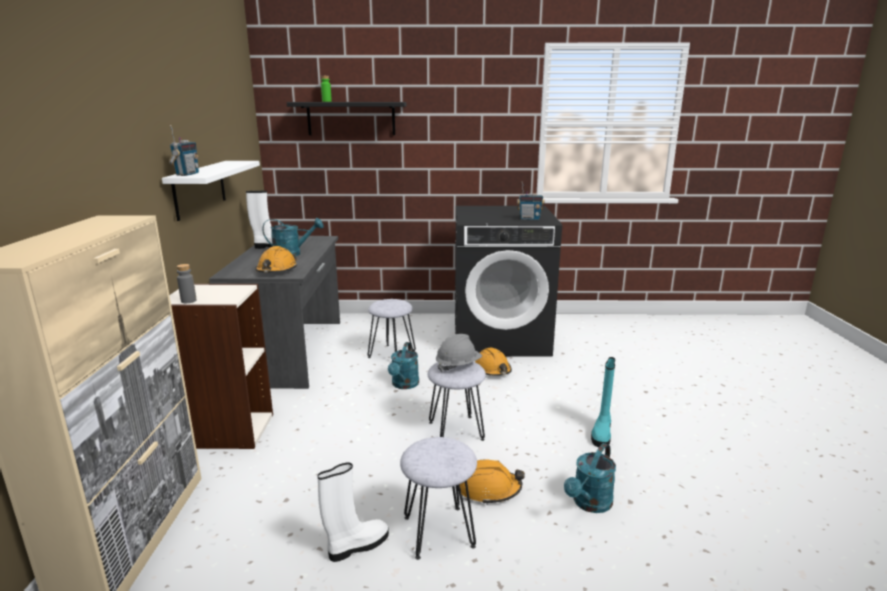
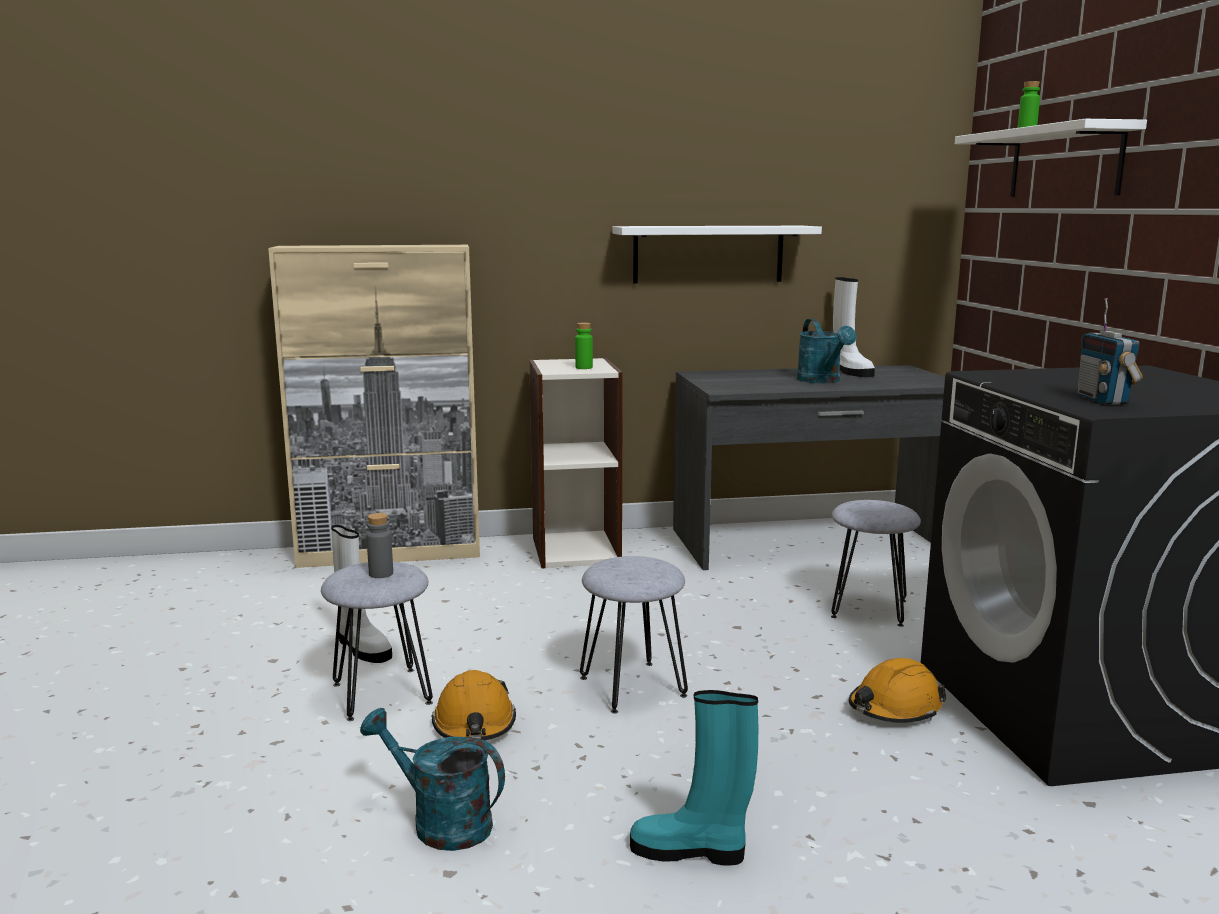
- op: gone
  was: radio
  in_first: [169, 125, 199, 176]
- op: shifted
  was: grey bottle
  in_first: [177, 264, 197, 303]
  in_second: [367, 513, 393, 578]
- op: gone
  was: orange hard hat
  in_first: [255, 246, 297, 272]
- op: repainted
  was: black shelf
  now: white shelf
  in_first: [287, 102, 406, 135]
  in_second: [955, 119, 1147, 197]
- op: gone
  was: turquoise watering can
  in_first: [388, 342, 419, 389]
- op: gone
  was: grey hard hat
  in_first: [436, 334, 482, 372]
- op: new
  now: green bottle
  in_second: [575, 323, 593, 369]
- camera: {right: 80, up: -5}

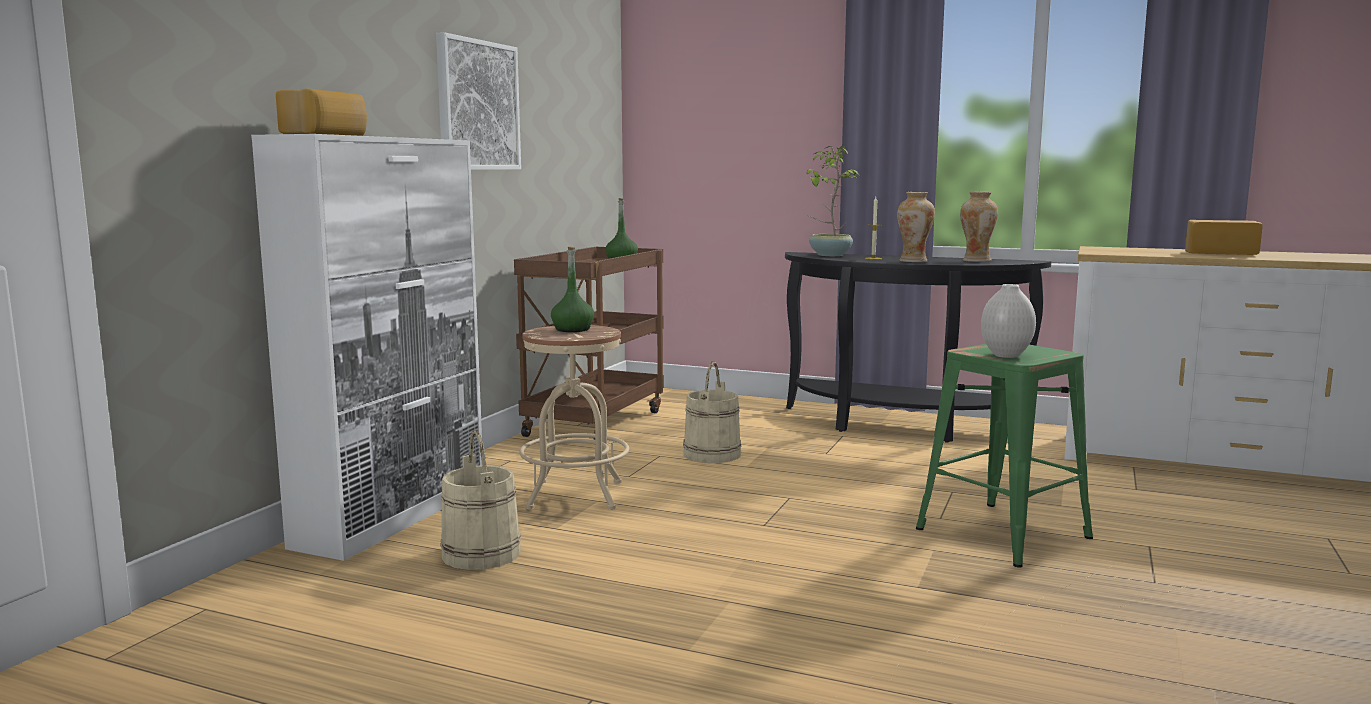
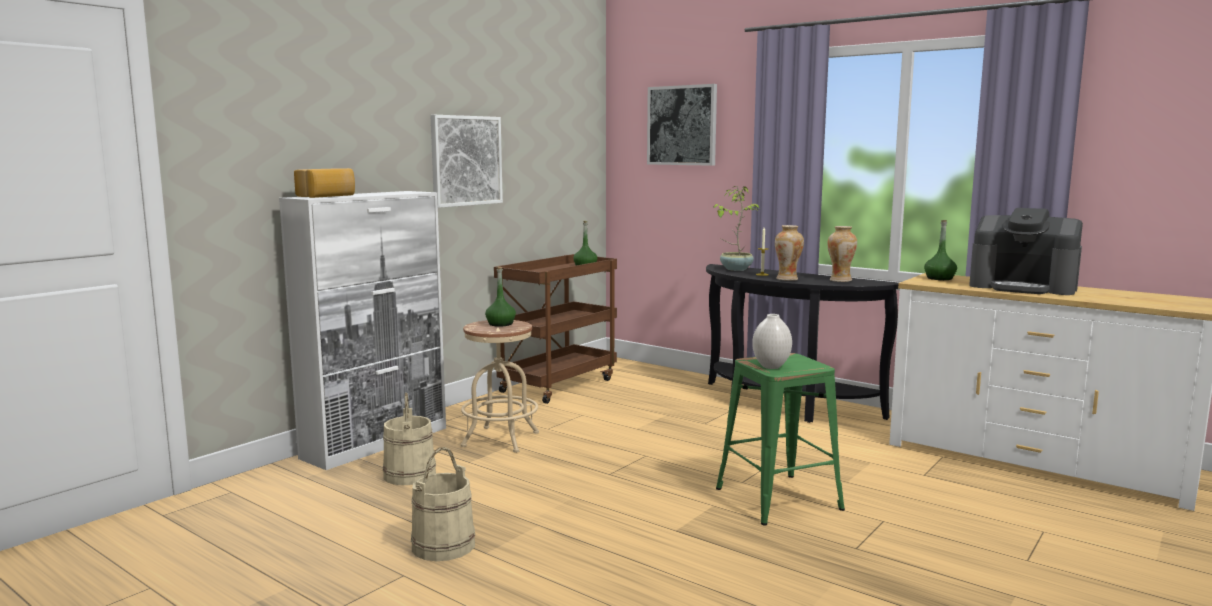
- op: shifted
  was: beige bucket
  in_first: [683, 361, 741, 463]
  in_second: [411, 447, 475, 561]
- op: swapped
  was: bread
  now: coffee machine
  in_first: [1185, 220, 1263, 255]
  in_second: [969, 208, 1083, 295]
- op: new
  now: picture
  in_second: [647, 84, 717, 166]
- op: new
  now: green bottle
  in_second: [924, 220, 957, 280]
- camera: {right: 15, up: 0}

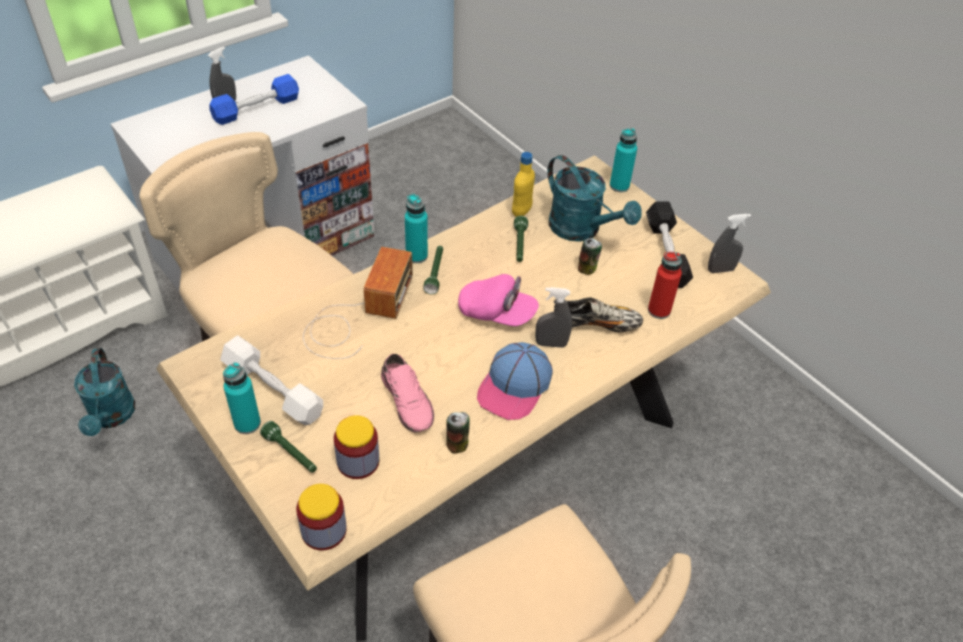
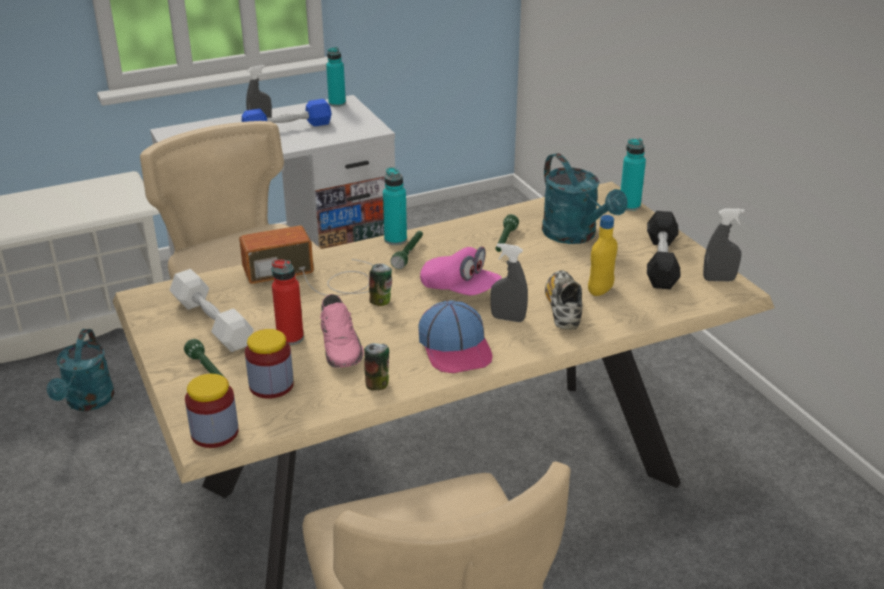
- op: shifted
  was: turquoise bottle
  in_first: [223, 362, 261, 434]
  in_second: [326, 47, 346, 107]
- op: rotated
  was: radio
  in_first: [303, 247, 413, 359]
  in_second: [239, 225, 373, 296]
  clockwise: -135
- op: rotated
  was: cap
  in_first: [477, 342, 553, 420]
  in_second: [419, 300, 493, 373]
  clockwise: -60
- op: shifted
  was: yellow bottle
  in_first: [512, 152, 535, 217]
  in_second: [588, 215, 618, 296]
- op: rotated
  was: shoe
  in_first: [567, 297, 643, 332]
  in_second: [545, 270, 583, 330]
  clockwise: -105
- op: shifted
  was: can
  in_first: [578, 238, 602, 275]
  in_second: [369, 264, 392, 306]
- op: shifted
  was: red bottle
  in_first: [648, 252, 682, 319]
  in_second: [272, 259, 304, 345]
- camera: {right: 15, up: -15}

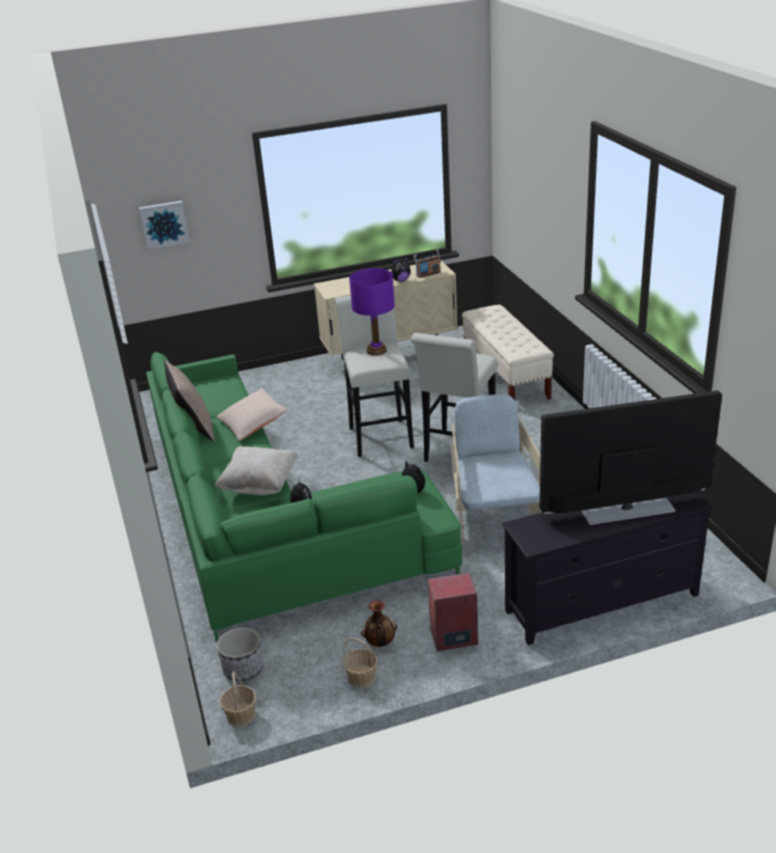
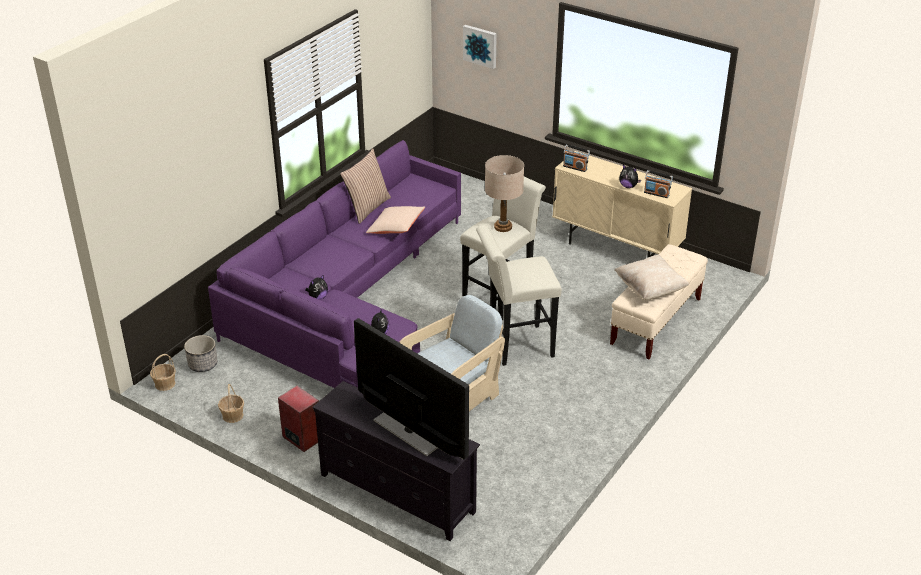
- op: repainted
  was: green sofa
  now: purple sofa
  in_first: [146, 352, 462, 642]
  in_second: [208, 140, 461, 388]
- op: shifted
  was: beige pillow
  in_first: [214, 446, 298, 495]
  in_second: [615, 255, 689, 300]
- op: repainted
  was: purple table lamp
  now: beige table lamp
  in_first: [349, 268, 395, 356]
  in_second: [485, 155, 524, 232]
- op: gone
  was: vase
  in_first: [361, 600, 397, 647]
- op: new
  now: radio
  in_second: [563, 145, 590, 172]
- camera: {right: 50, up: 5}

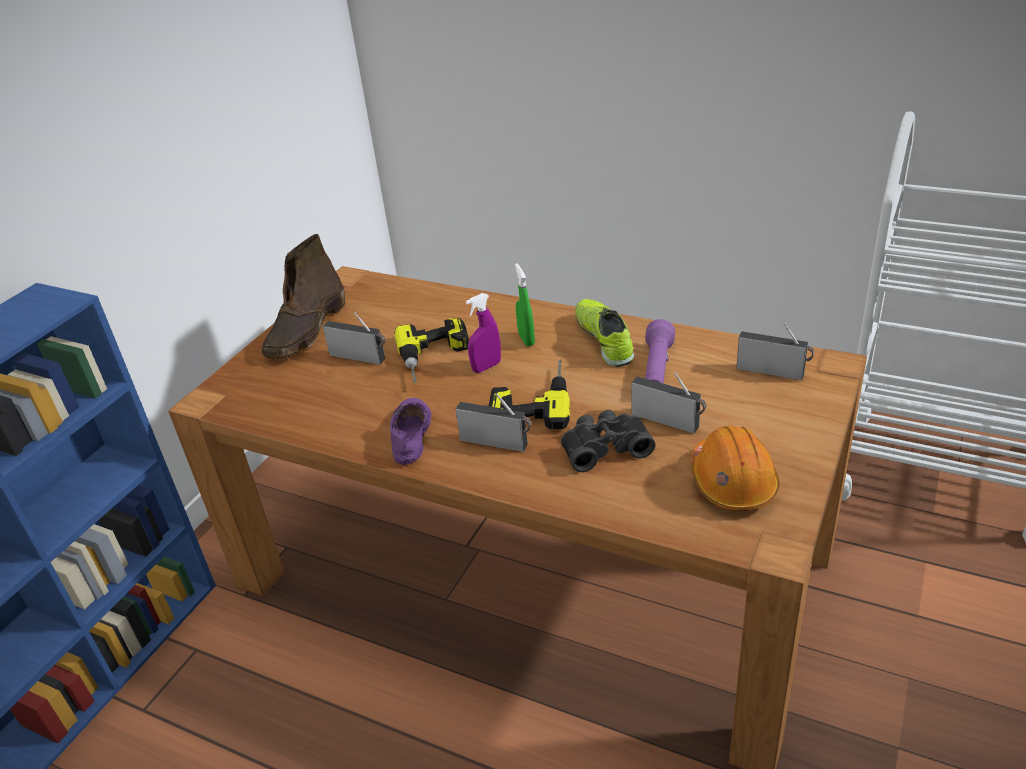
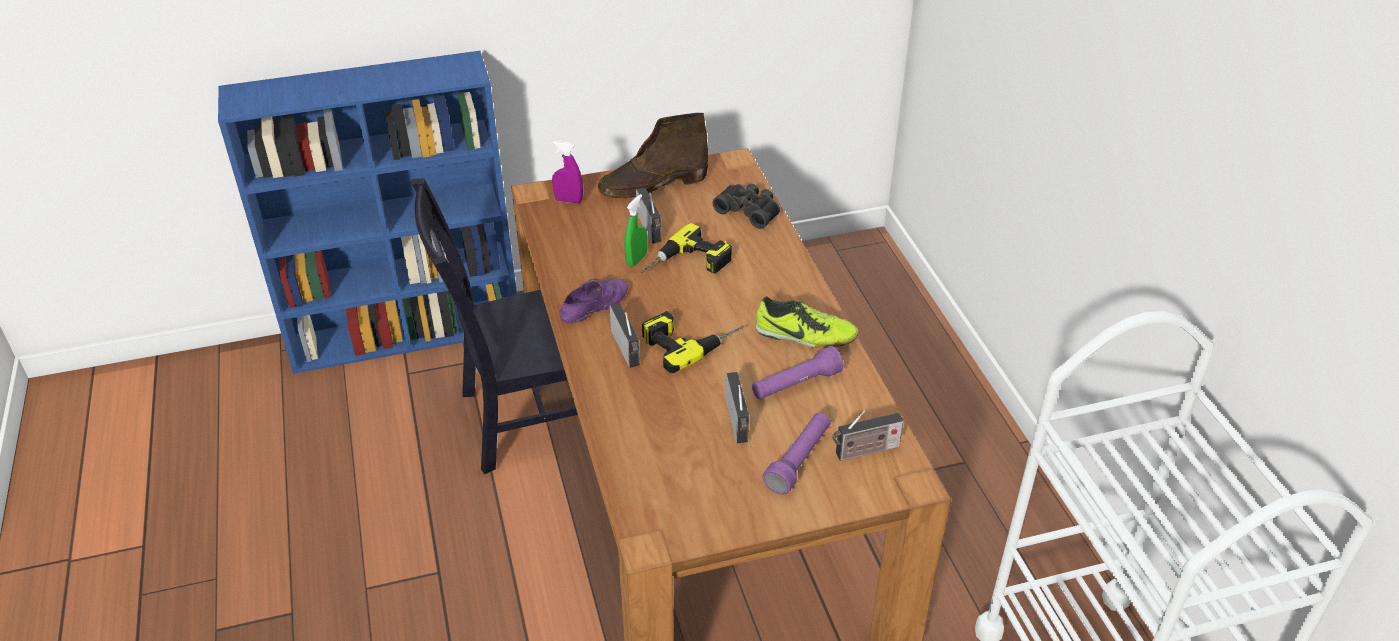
- op: shifted
  was: purple spray bottle
  in_first: [466, 293, 501, 373]
  in_second: [552, 141, 583, 203]
- op: shifted
  was: green spray bottle
  in_first: [515, 263, 535, 346]
  in_second: [624, 194, 647, 267]
- op: shifted
  was: black binoculars
  in_first: [561, 410, 656, 472]
  in_second: [712, 184, 780, 229]
- op: rotated
  was: shoe
  in_first: [575, 299, 634, 367]
  in_second: [755, 296, 858, 349]
  clockwise: 75
- op: gone
  was: orange hard hat
  in_first: [692, 425, 780, 511]
- op: rotated
  was: radio
  in_first: [736, 323, 814, 380]
  in_second: [832, 410, 903, 461]
  clockwise: 90
- op: new
  now: black chair
  in_second: [411, 178, 578, 474]
- op: new
  now: purple flashlight
  in_second: [763, 412, 831, 495]
- camera: {right: 45, up: 5}

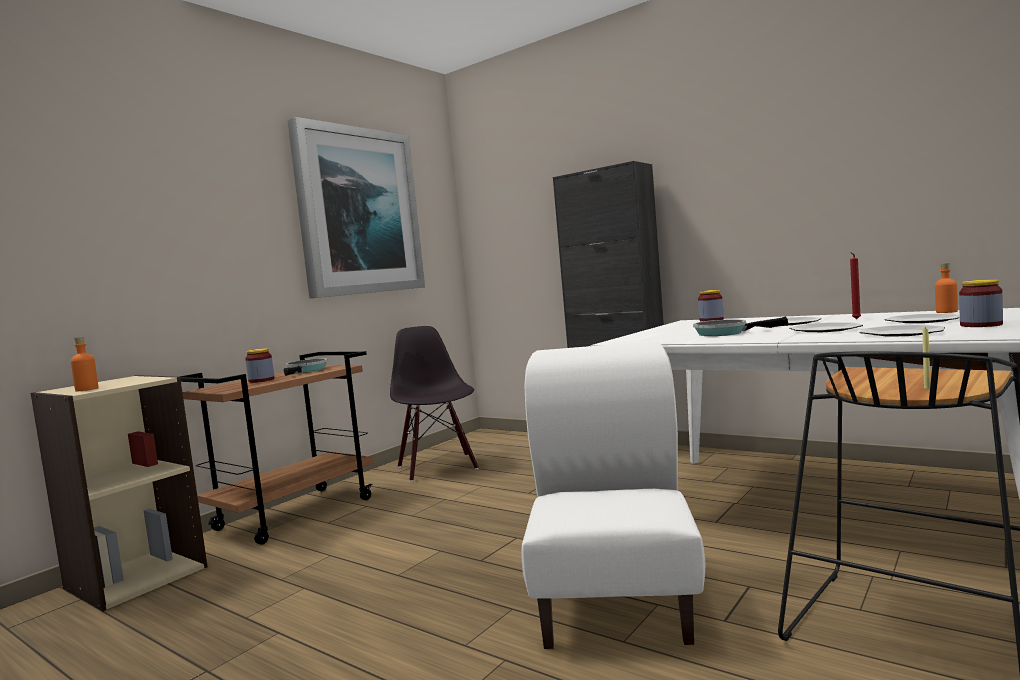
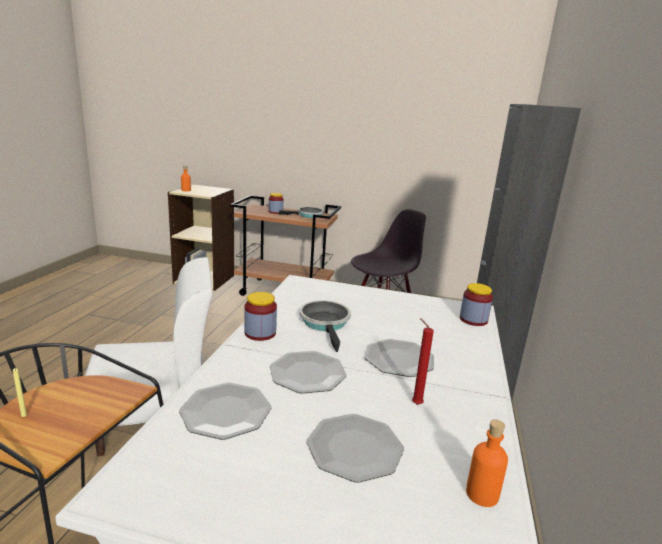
- op: gone
  was: picture
  in_first: [287, 117, 425, 298]
- op: shifted
  was: jar
  in_first: [959, 279, 1003, 327]
  in_second: [244, 292, 277, 341]
- camera: {right: 65, up: 15}

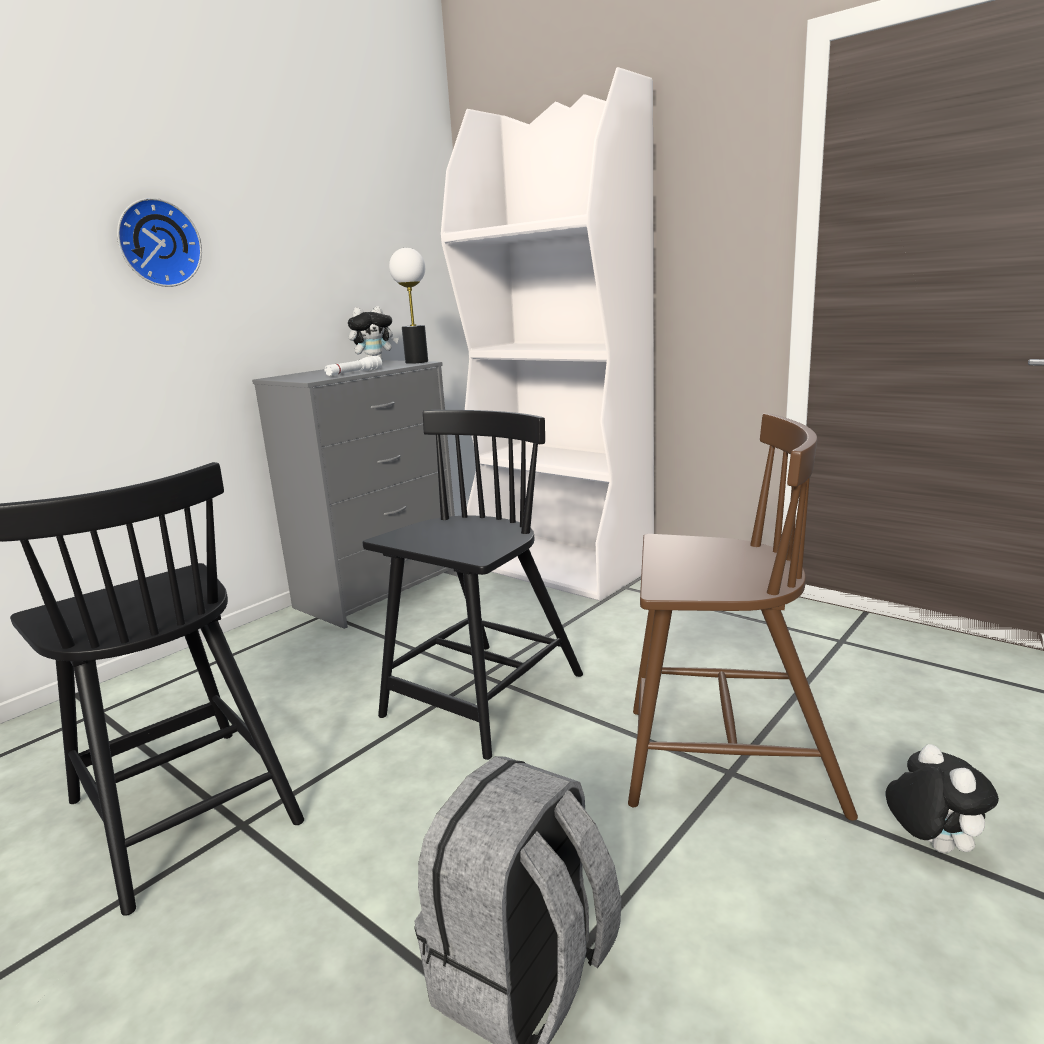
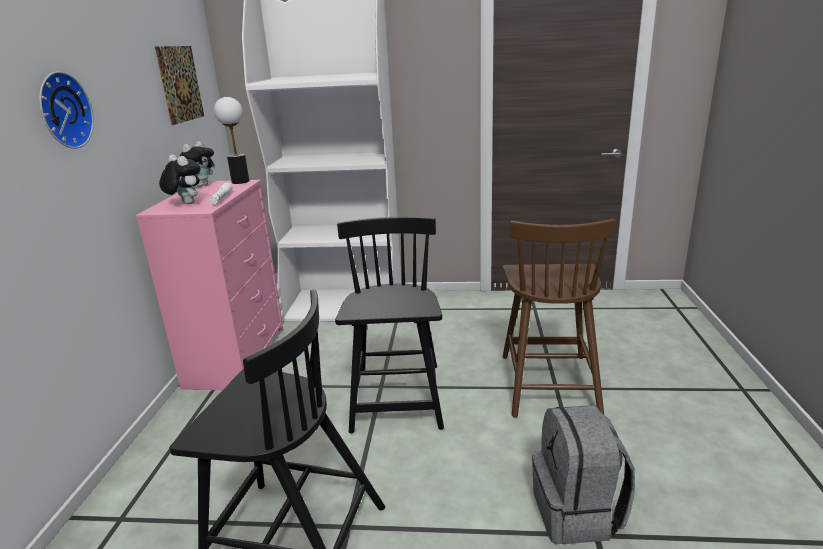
- op: repainted
  was: grey dresser
  now: pink dresser
  in_first: [252, 360, 458, 629]
  in_second: [135, 180, 284, 390]
- op: rotated
  was: brown chair
  in_first: [628, 413, 858, 821]
  in_second: [502, 219, 616, 418]
  clockwise: 120
- op: shifted
  was: plush toy
  in_first: [886, 744, 999, 853]
  in_second: [159, 155, 201, 204]
- op: new
  now: picture
  in_second: [155, 46, 204, 125]
- camera: {right: -35, up: 5}

